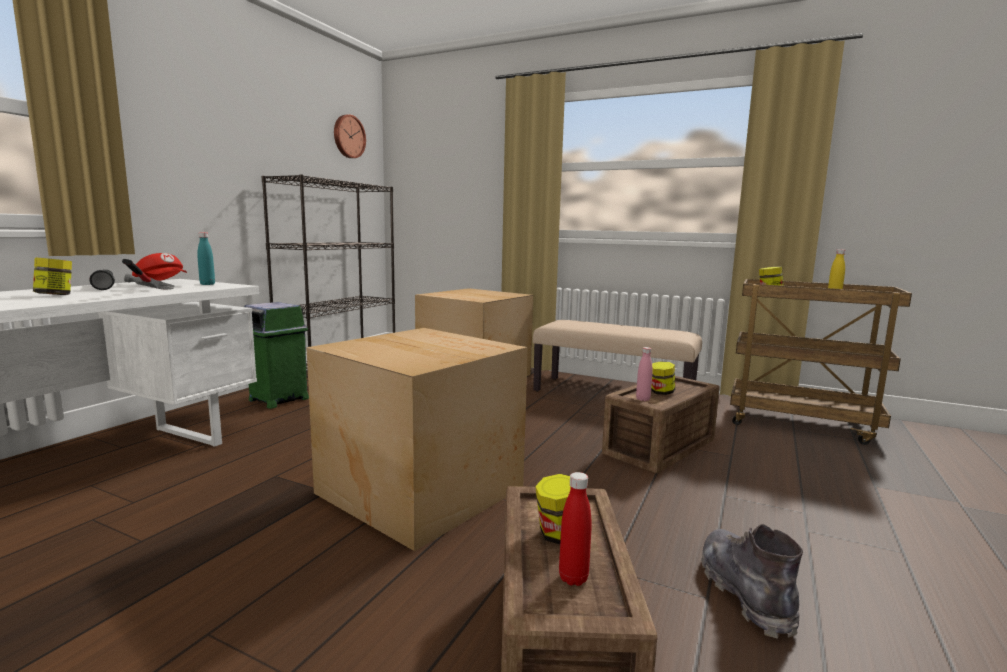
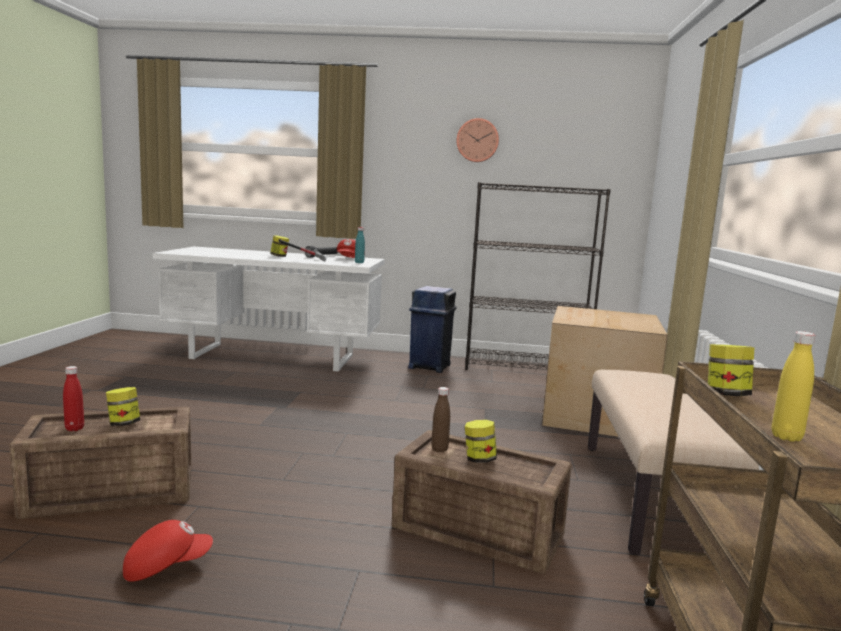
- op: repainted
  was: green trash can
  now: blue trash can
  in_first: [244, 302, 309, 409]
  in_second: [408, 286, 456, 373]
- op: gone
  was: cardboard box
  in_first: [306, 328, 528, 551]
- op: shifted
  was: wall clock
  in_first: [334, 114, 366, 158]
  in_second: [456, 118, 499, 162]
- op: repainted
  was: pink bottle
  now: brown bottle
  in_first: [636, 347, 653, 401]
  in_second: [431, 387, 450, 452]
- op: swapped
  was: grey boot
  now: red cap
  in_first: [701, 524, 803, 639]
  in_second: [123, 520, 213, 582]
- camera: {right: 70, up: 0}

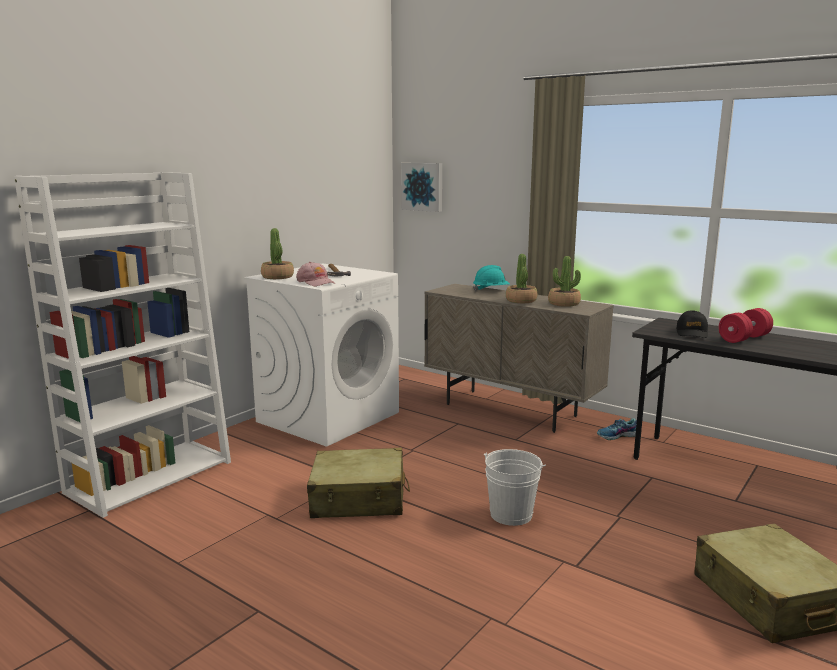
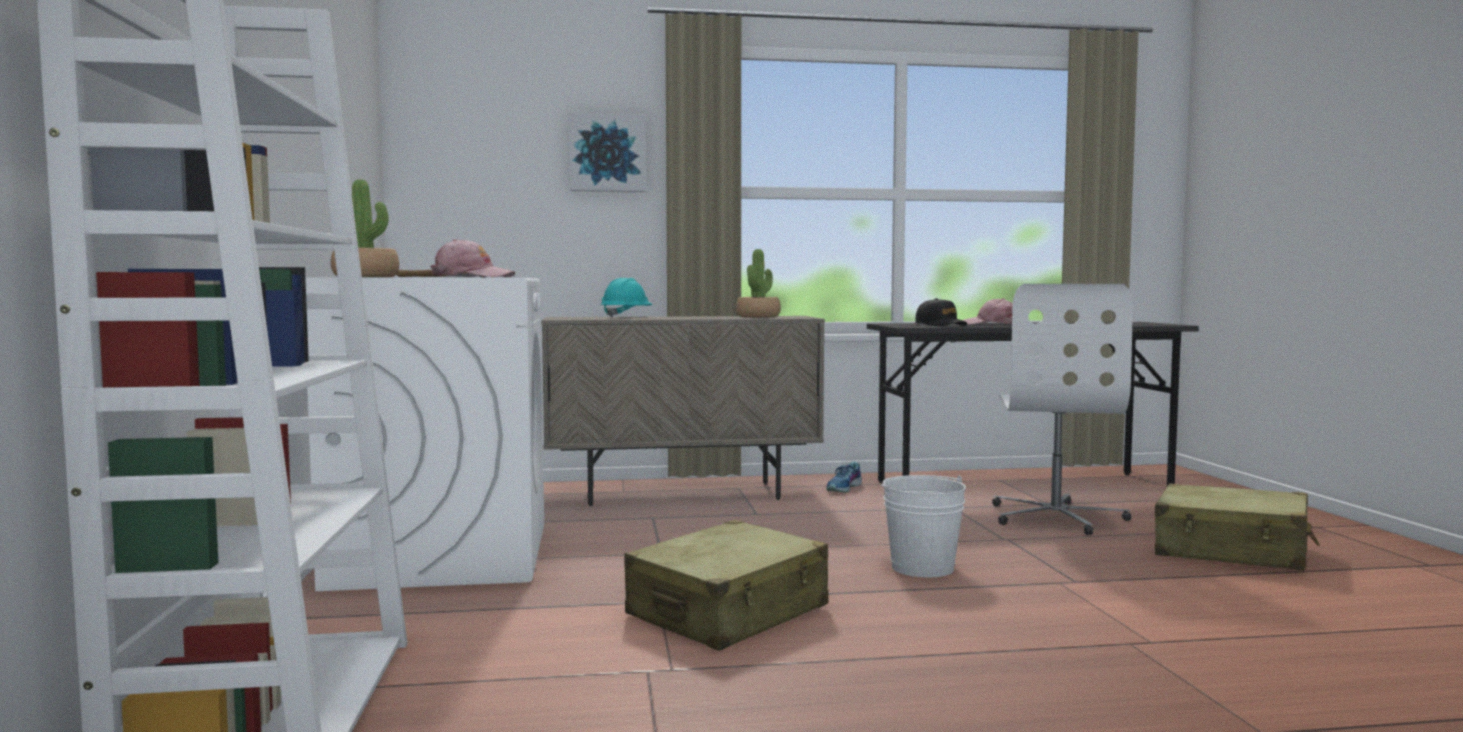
- op: shifted
  was: picture
  in_first: [401, 163, 442, 212]
  in_second: [569, 113, 646, 192]
- op: gone
  was: potted plant
  in_first: [506, 254, 537, 303]
- op: swapped
  was: red dumbbell
  now: pink cap
  in_first: [718, 308, 773, 343]
  in_second: [963, 298, 1013, 325]
- op: new
  now: white office chair
  in_second: [992, 284, 1133, 535]
- camera: {right: -45, up: -10}

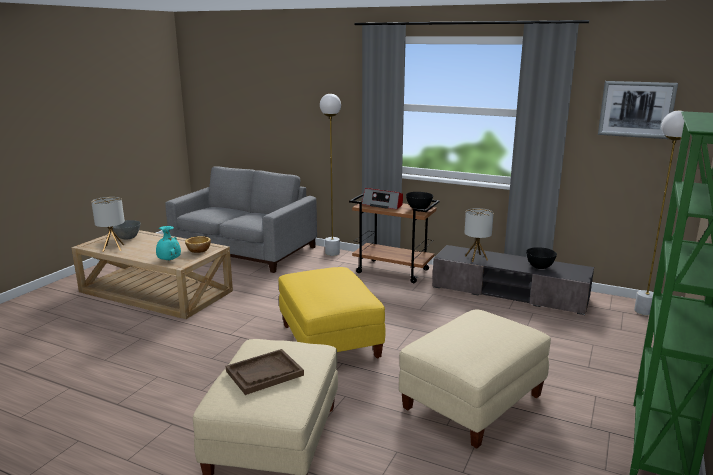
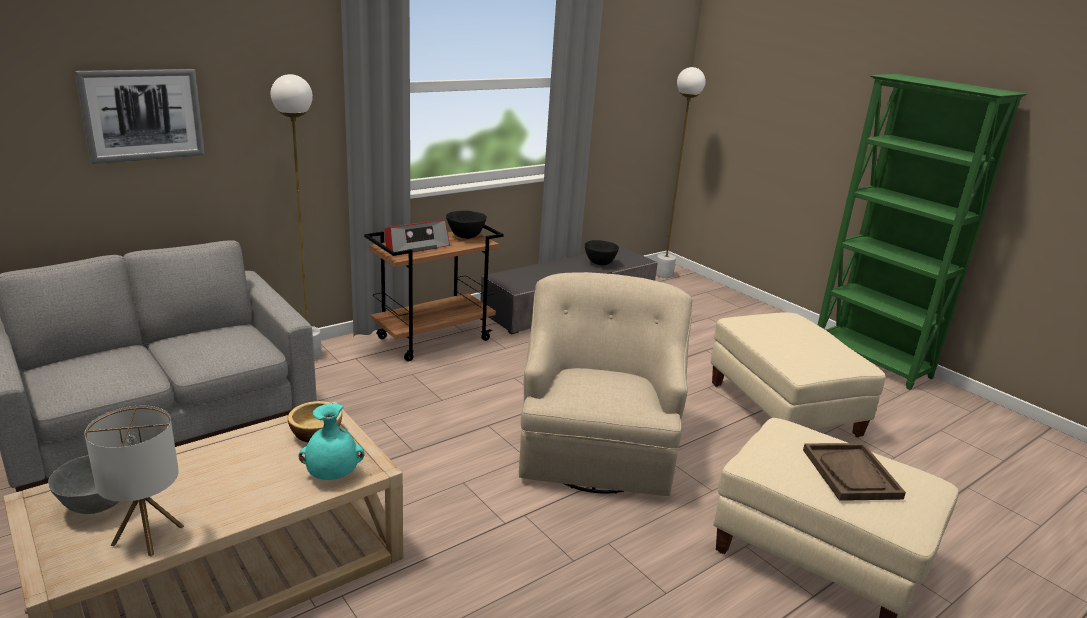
- op: swapped
  was: yellow ottoman
  now: beige armchair
  in_first: [278, 267, 385, 358]
  in_second: [519, 272, 693, 496]
- op: gone
  was: table lamp
  in_first: [464, 208, 494, 262]
- op: shifted
  was: picture
  in_first: [598, 81, 678, 139]
  in_second: [74, 69, 205, 164]
- camera: {right: -65, up: 5}

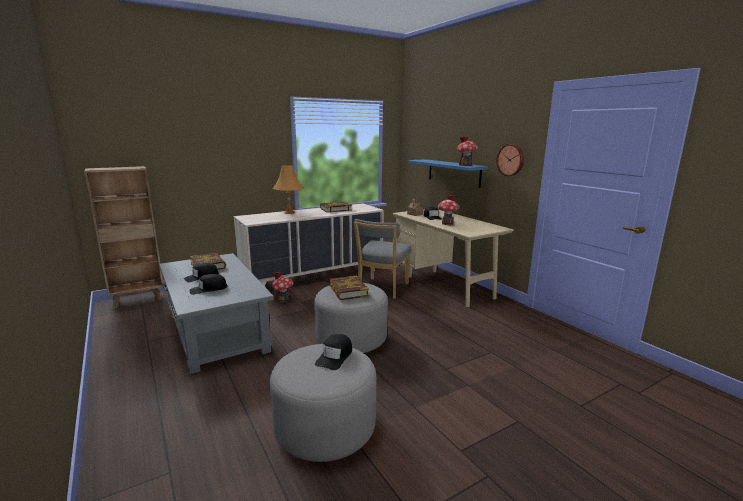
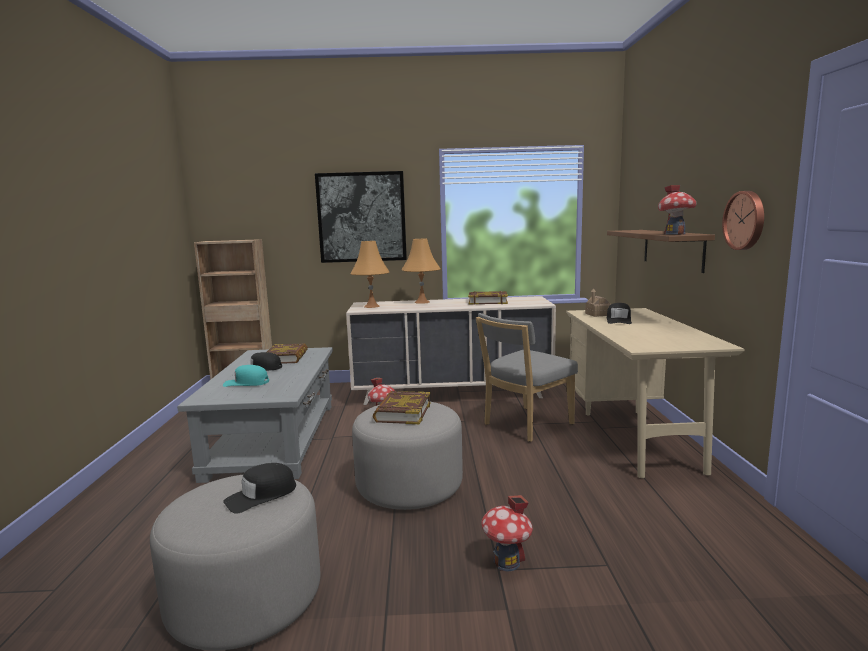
- op: repainted
  was: black cap
  now: turquoise cap
  in_first: [189, 274, 227, 295]
  in_second: [223, 365, 269, 387]
- op: repainted
  was: blue shelf
  now: brown shelf
  in_first: [408, 159, 488, 188]
  in_second: [607, 230, 715, 273]
- op: shifted
  was: toy house
  in_first: [438, 195, 459, 225]
  in_second: [481, 495, 533, 571]
- op: new
  now: picture
  in_second: [315, 171, 407, 263]
- op: new
  now: orange table lamp
  in_second: [350, 241, 390, 308]
- camera: {right: 30, up: -5}

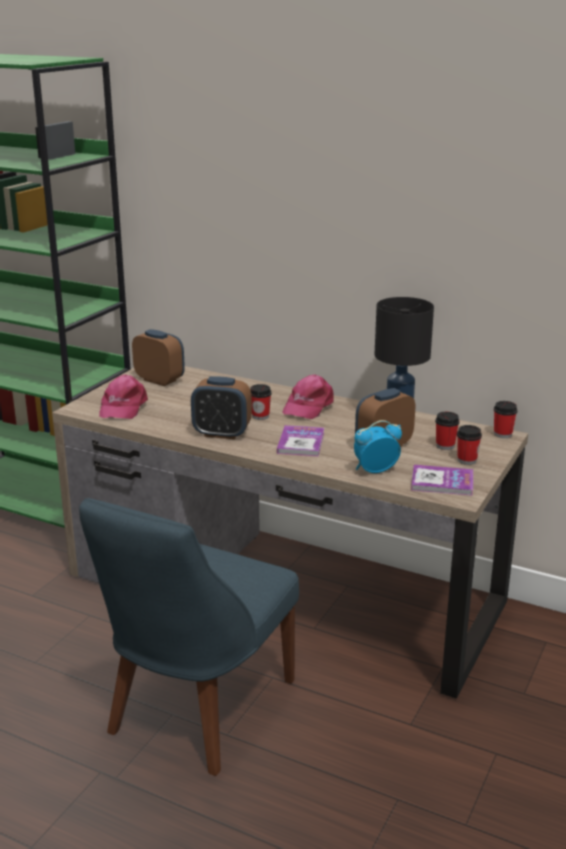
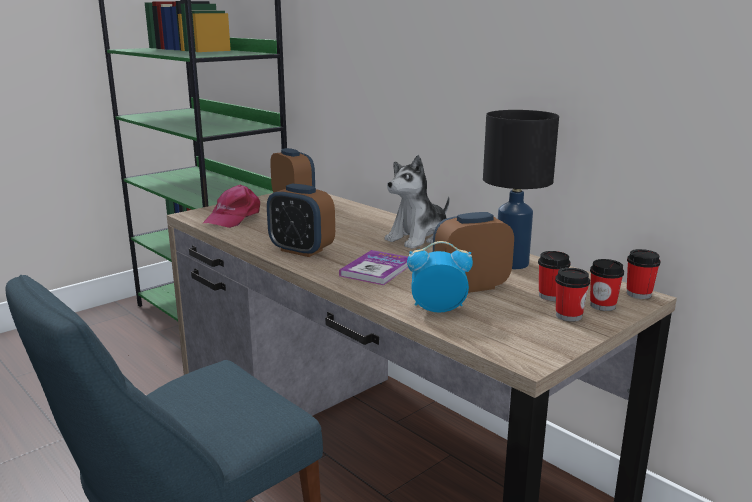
- op: shifted
  was: cup
  in_first: [250, 384, 272, 420]
  in_second: [590, 259, 624, 311]
- op: swapped
  was: pink cap
  now: plush toy
  in_first: [283, 374, 334, 419]
  in_second: [384, 155, 450, 249]
- op: gone
  was: book
  in_first: [411, 465, 473, 496]
- camera: {right: 20, up: -5}

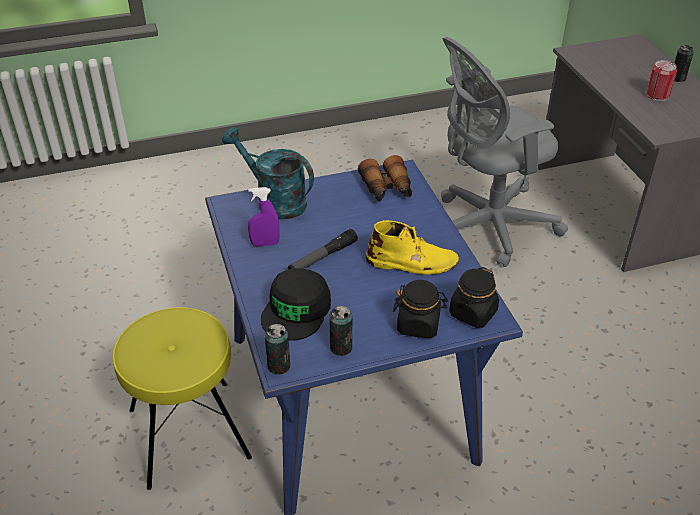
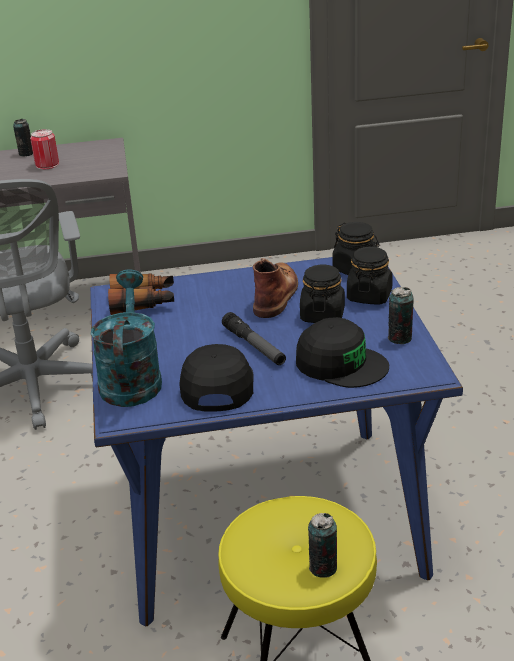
- op: rotated
  was: turquoise watering can
  in_first: [222, 127, 314, 220]
  in_second: [91, 269, 162, 407]
  clockwise: 135
- op: swapped
  was: purple spray bottle
  now: black cap
  in_first: [248, 187, 280, 246]
  in_second: [179, 344, 253, 412]
- op: shifted
  was: can
  in_first: [265, 324, 290, 375]
  in_second: [308, 513, 337, 578]
- op: repainted
  was: yellow boot
  now: brown boot
  in_first: [366, 220, 459, 275]
  in_second: [253, 258, 298, 318]
- op: new
  now: black jar
  in_second: [300, 265, 345, 323]
- camera: {right: -80, up: -10}

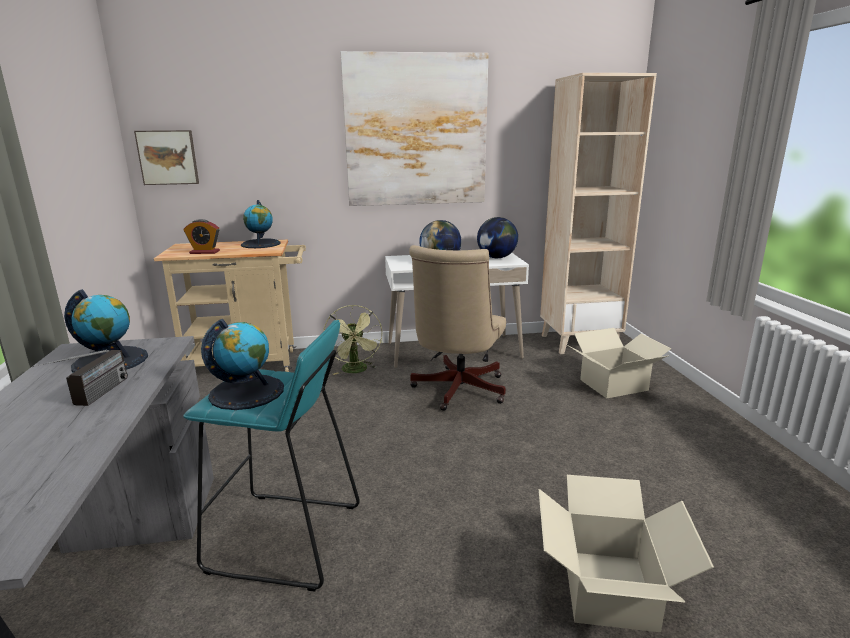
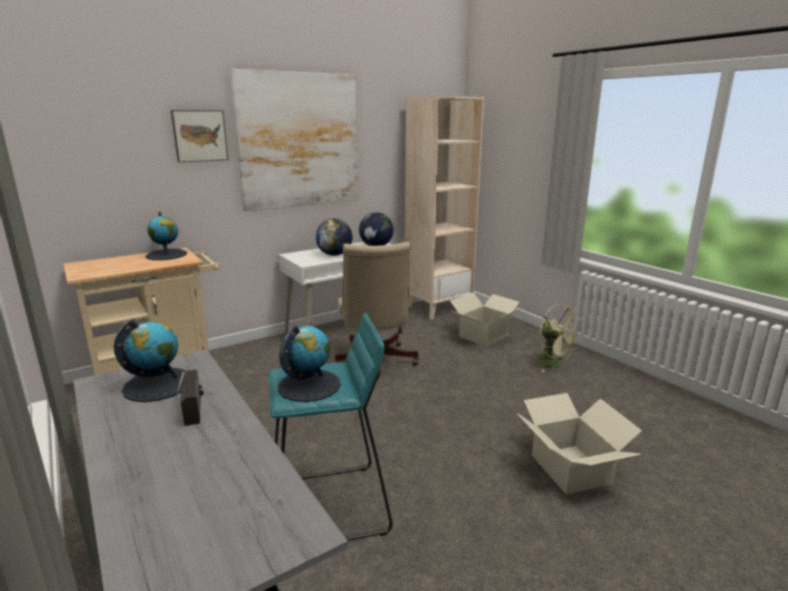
- op: shifted
  was: picture
  in_first: [134, 130, 199, 185]
  in_second: [171, 110, 228, 162]
- op: gone
  was: alarm clock
  in_first: [184, 219, 220, 254]
- op: shifted
  was: green fan
  in_first: [324, 305, 382, 375]
  in_second: [535, 304, 582, 372]
- camera: {right: -25, up: 0}

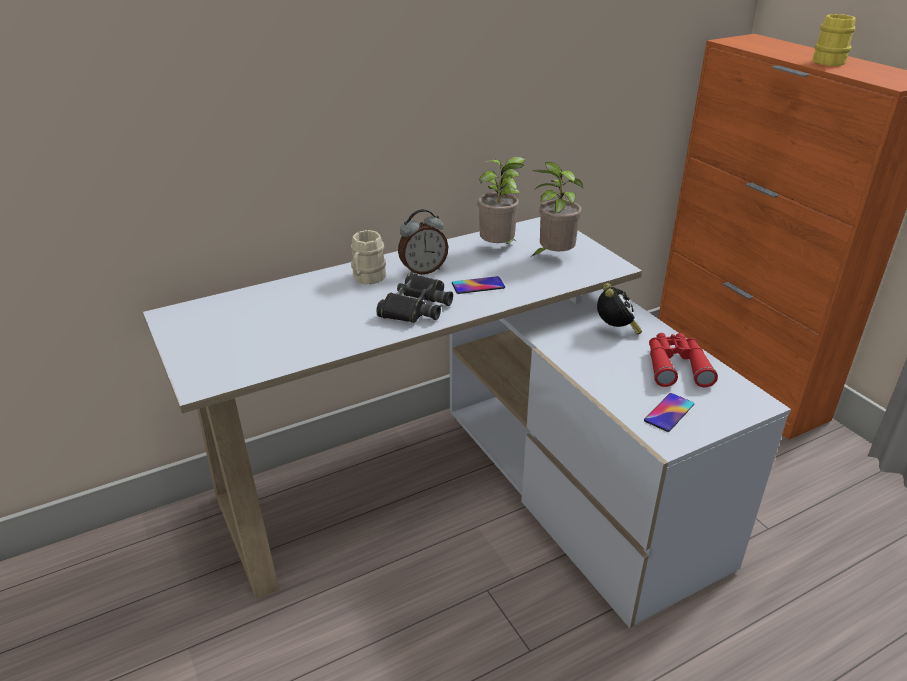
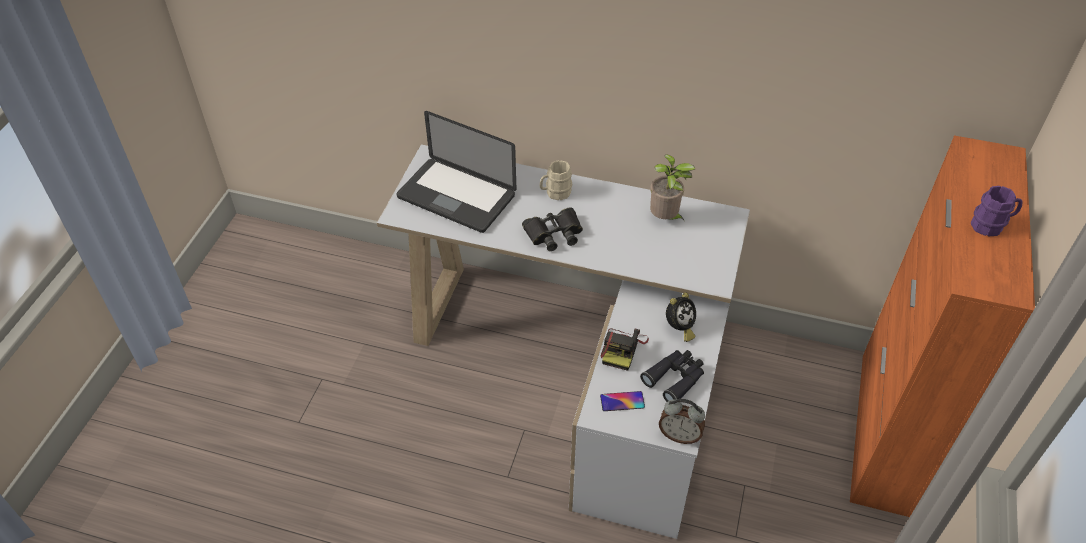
- op: shifted
  was: alarm clock
  in_first: [398, 209, 448, 275]
  in_second: [659, 399, 705, 444]
- op: gone
  was: phone
  in_first: [452, 276, 505, 294]
- op: gone
  was: potted plant
  in_first: [531, 162, 583, 257]
- op: repainted
  was: red binoculars
  now: black binoculars
  in_first: [649, 333, 718, 387]
  in_second: [640, 350, 704, 402]
- op: repainted
  was: yellow mug
  now: purple mug
  in_first: [812, 14, 856, 66]
  in_second: [971, 186, 1023, 237]
- op: new
  now: laptop
  in_second: [396, 111, 516, 233]
- op: new
  now: photo camera
  in_second: [601, 328, 649, 371]
- camera: {right: 45, up: 15}

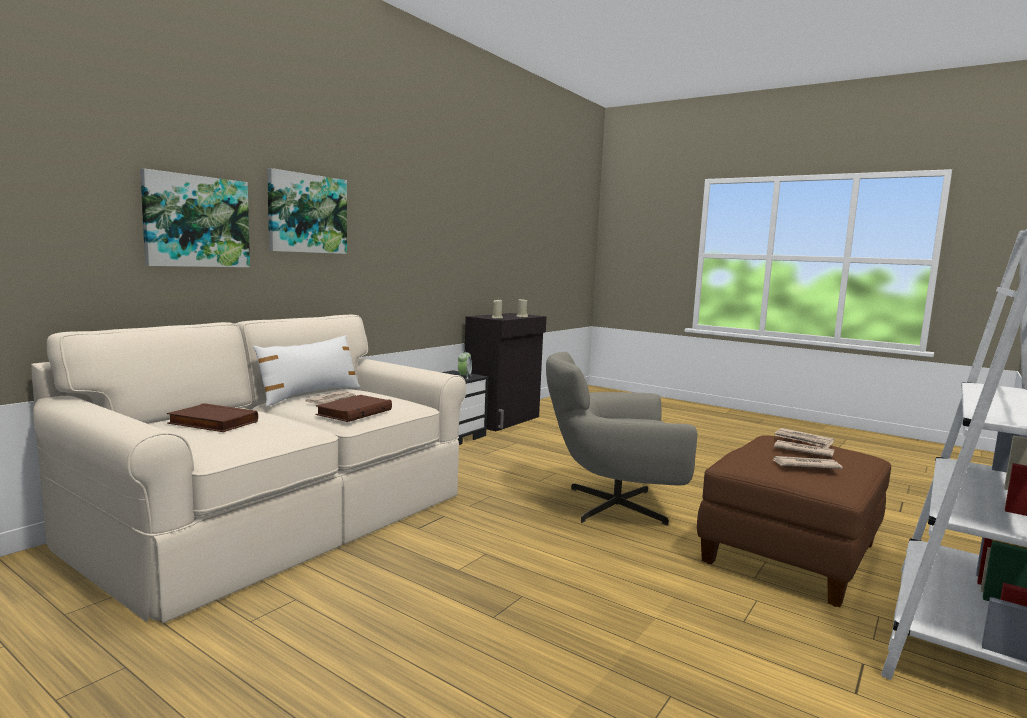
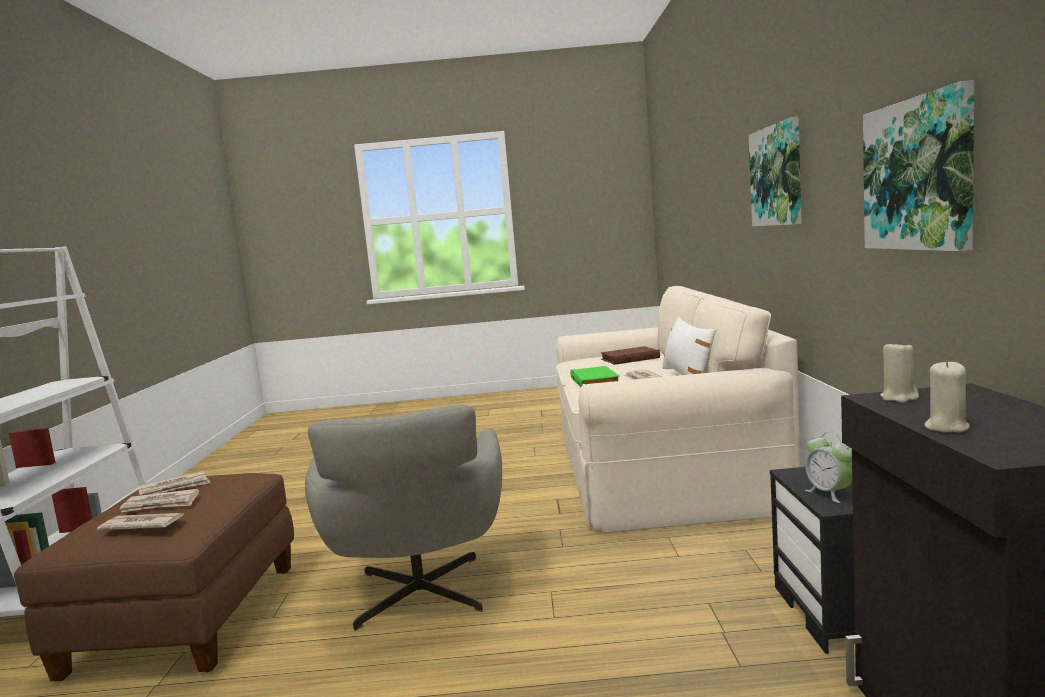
- op: shifted
  was: picture
  in_first: [140, 168, 250, 267]
  in_second: [863, 80, 974, 251]
- op: repainted
  was: brown book
  now: green book
  in_first: [316, 395, 392, 422]
  in_second: [570, 366, 620, 387]
- op: rotated
  was: grey armchair
  in_first: [546, 352, 697, 526]
  in_second: [305, 405, 502, 631]
  clockwise: 120
- camera: {right: 145, up: 0}

